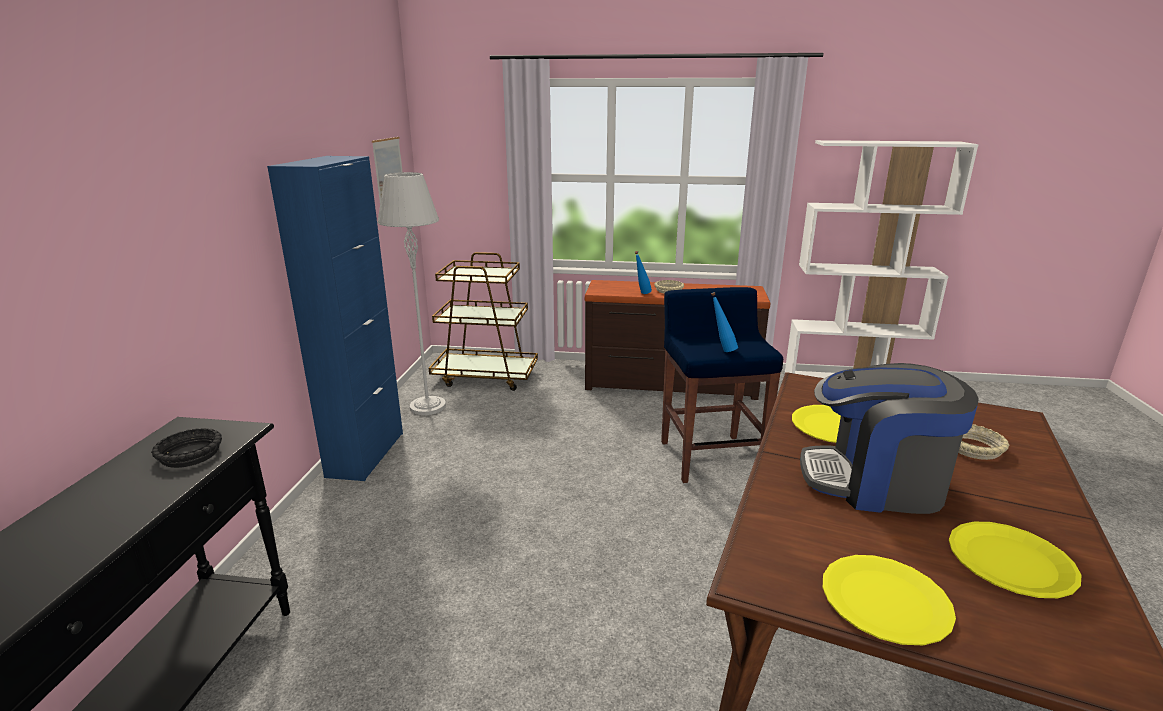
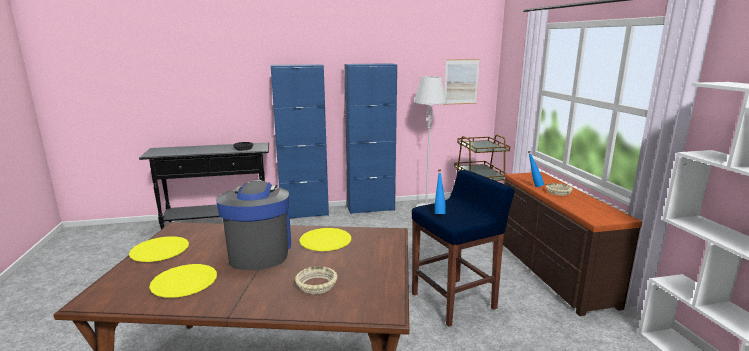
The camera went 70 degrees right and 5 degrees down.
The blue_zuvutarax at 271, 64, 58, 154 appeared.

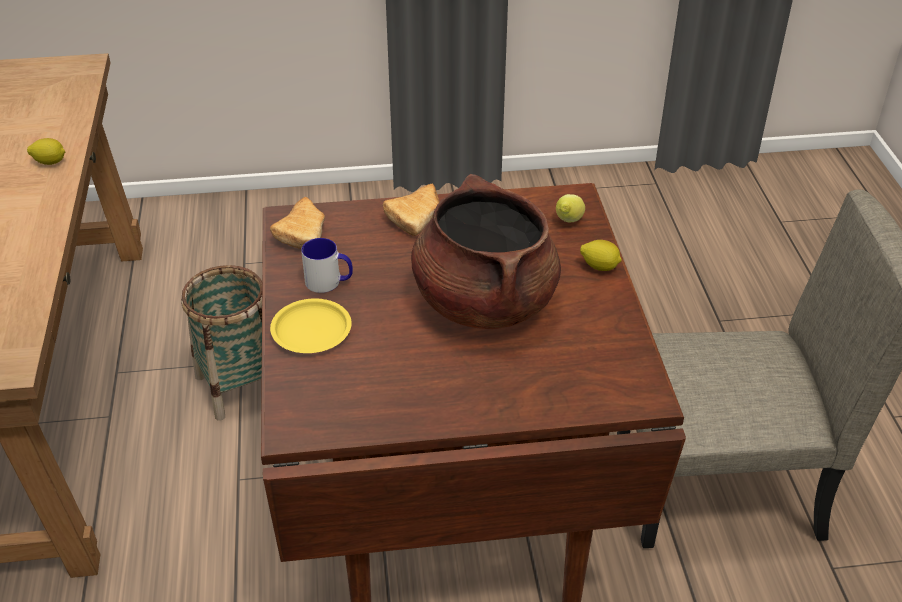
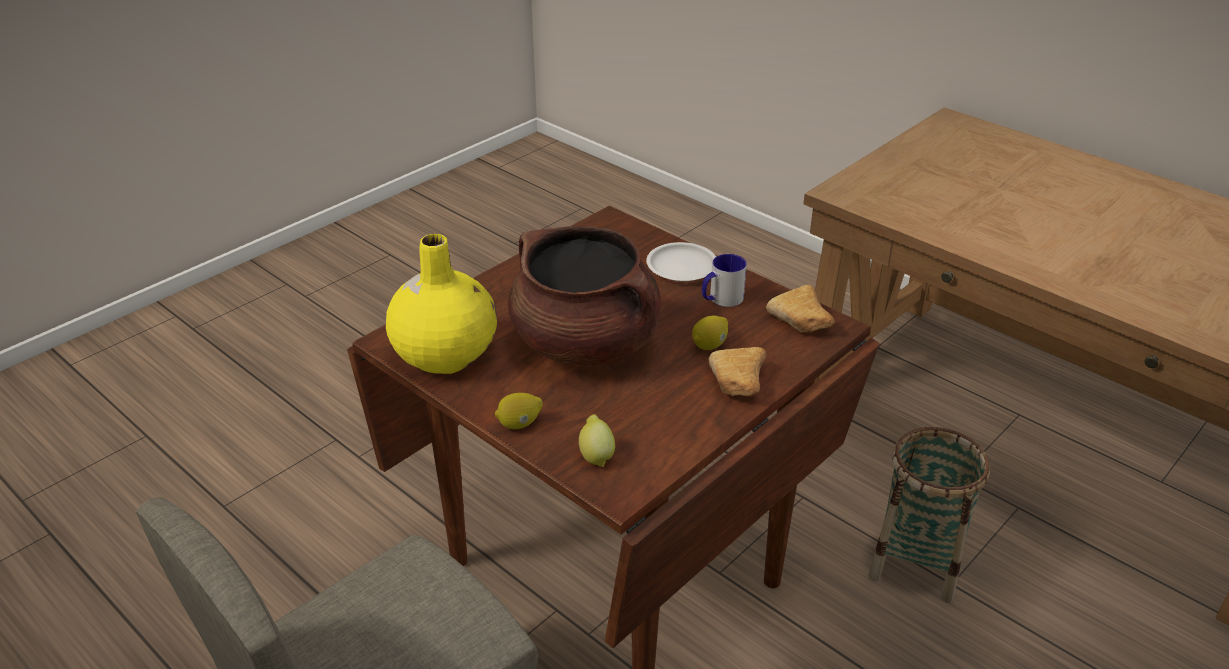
The camera went 140 degrees right and 5 degrees down.
The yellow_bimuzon at 386, 234, 111, 140 appeared.
The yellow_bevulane at 270, 298, 82, 55 became the white_bevulane at 646, 242, 70, 39.
The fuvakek moved from 27, 138, 38, 27 to 692, 315, 36, 35.

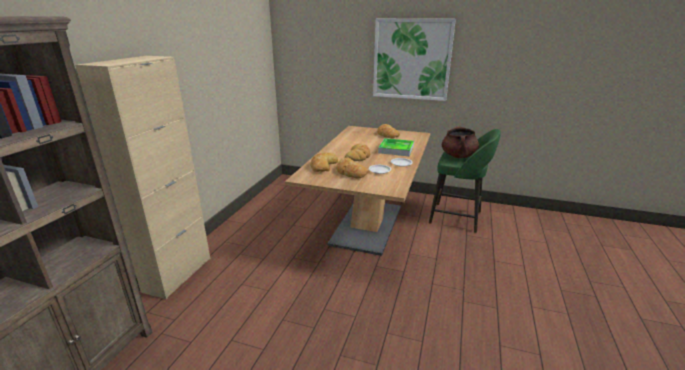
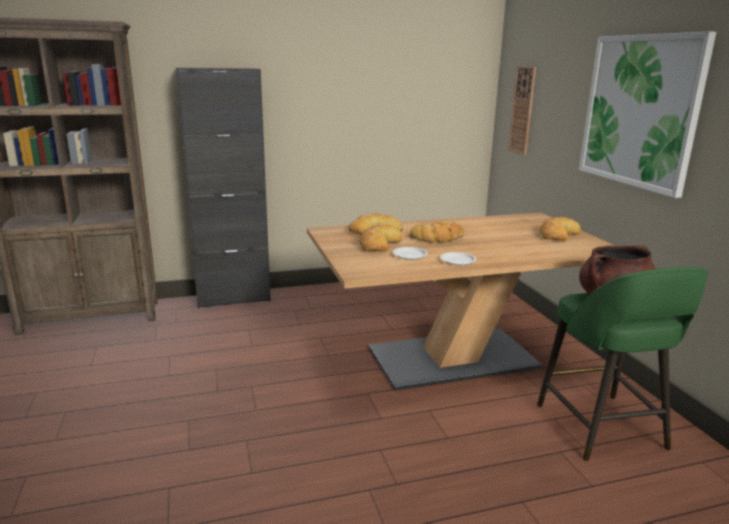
The camera went 55 degrees right and 5 degrees down.
The beige_zuvutarax at 75, 56, 135, 243 became the black_zuvutarax at 176, 67, 95, 242.
The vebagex at 508, 66, 28, 89 appeared.
The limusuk at 378, 138, 36, 18 disappeared.

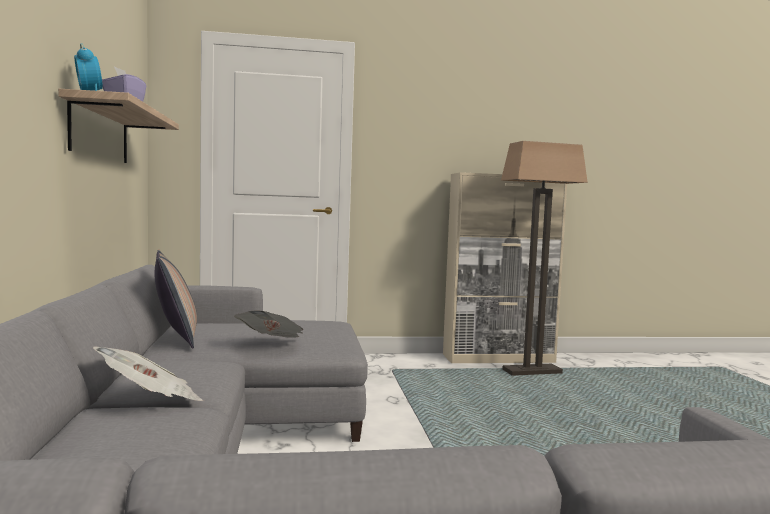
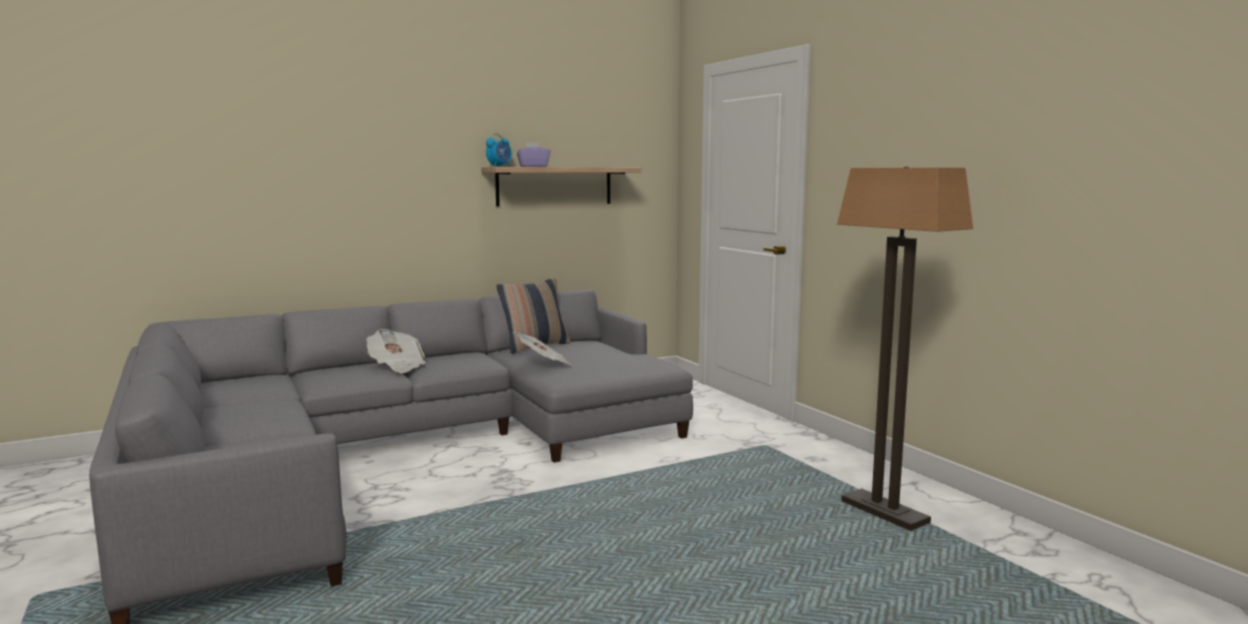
The camera went 70 degrees right and 5 degrees up.
The beige_zuvutarax at 443, 172, 124, 191 disappeared.

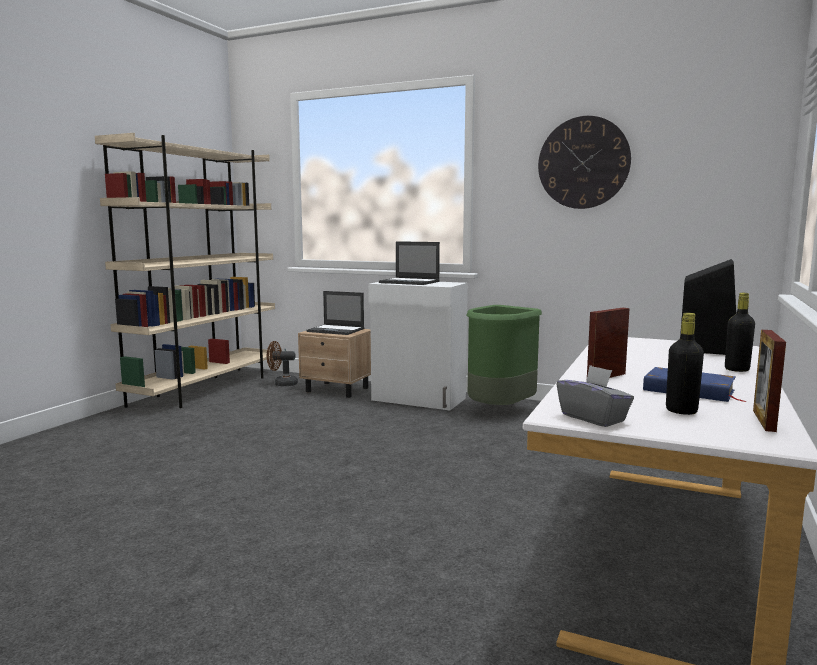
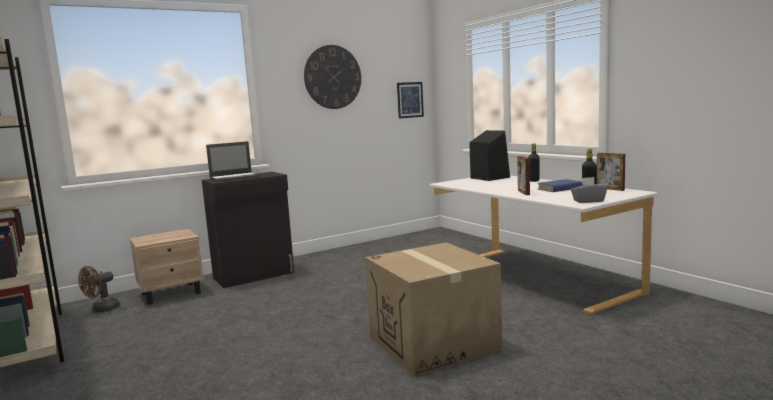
The camera went 55 degrees left and 0 degrees up.
The white_zuvutarax at 368, 282, 100, 128 became the black_zuvutarax at 202, 172, 92, 116.
The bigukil at 365, 242, 137, 134 appeared.
The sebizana at 397, 82, 27, 36 appeared.
The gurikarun at 307, 291, 57, 44 disappeared.
The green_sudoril at 467, 305, 75, 100 disappeared.

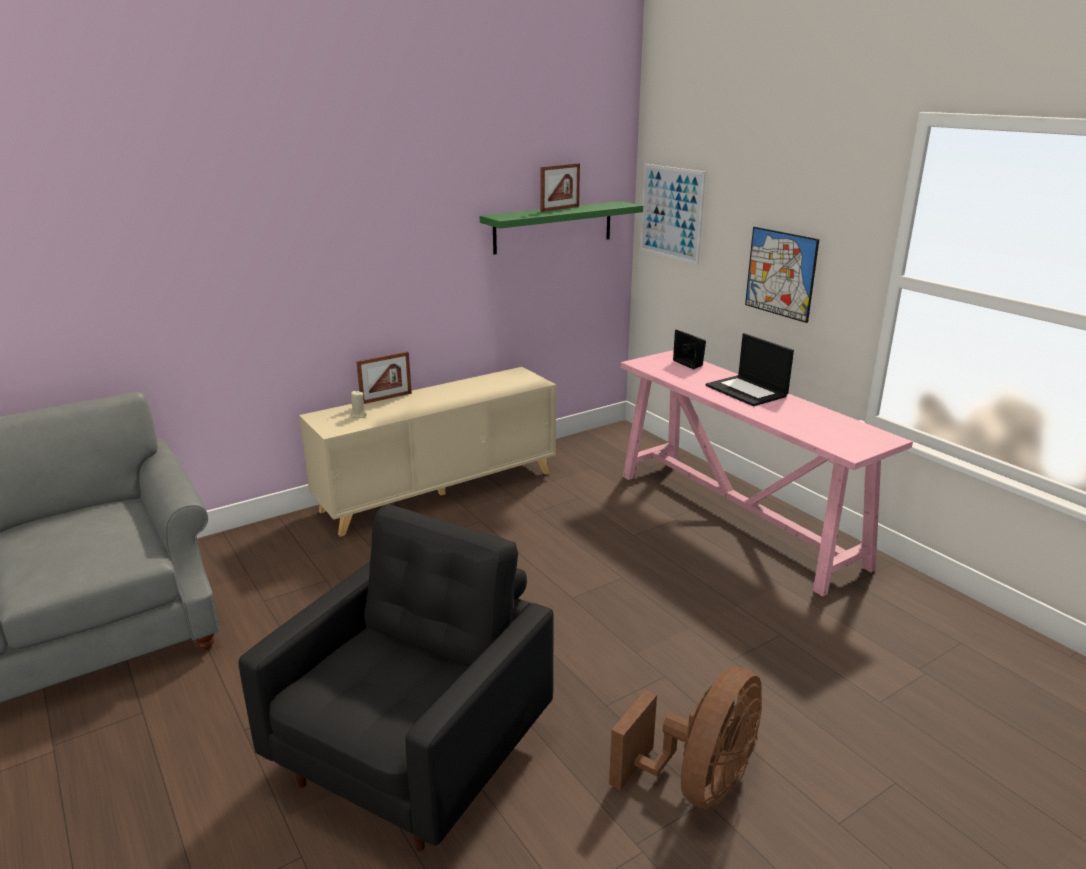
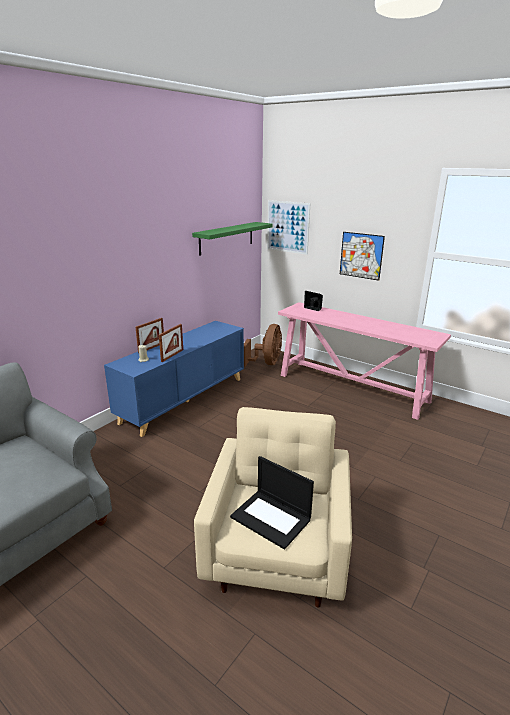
The camera went 20 degrees left and 0 degrees up.
The beige_zuvutarax at 299, 367, 257, 170 became the blue_zuvutarax at 104, 321, 140, 116.
The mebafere moved from 541, 163, 39, 49 to 159, 324, 24, 38.
The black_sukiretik at 238, 505, 316, 346 became the beige_sukiretik at 194, 407, 158, 201.
The gurikarun moved from 706, 333, 88, 73 to 230, 456, 84, 94.
The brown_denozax moved from 609, 667, 153, 143 to 244, 324, 38, 43.

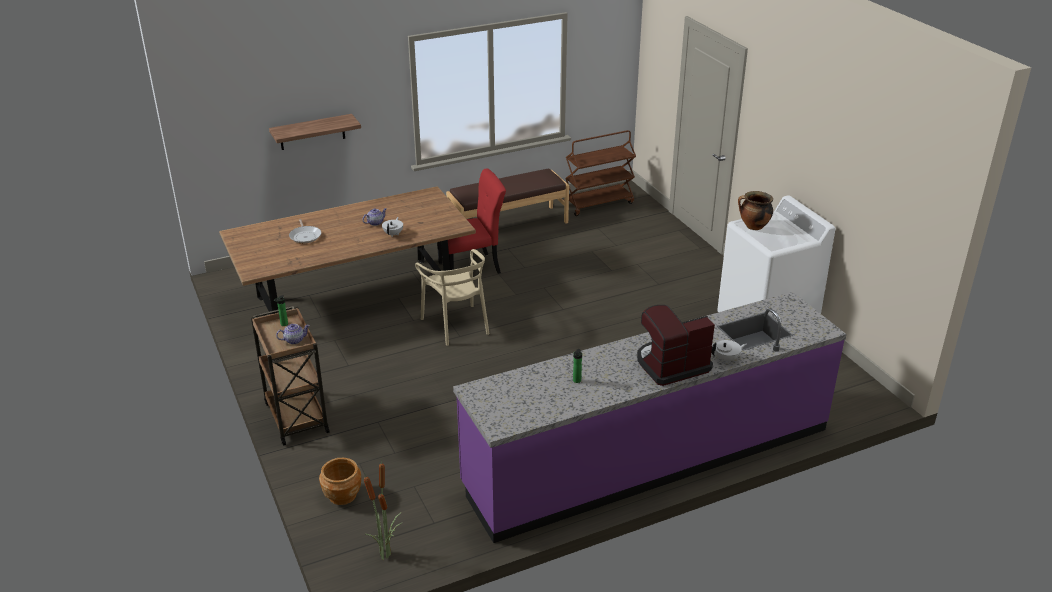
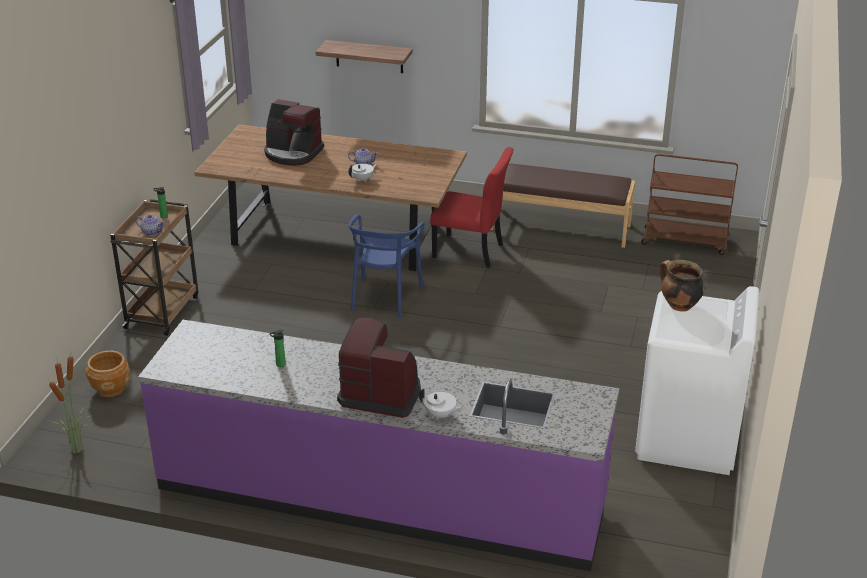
The camera went 40 degrees right and 0 degrees up.
The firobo at 289, 219, 32, 24 was replaced by the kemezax at 264, 99, 60, 67.
The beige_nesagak at 415, 249, 75, 97 became the blue_nesagak at 349, 214, 76, 103.

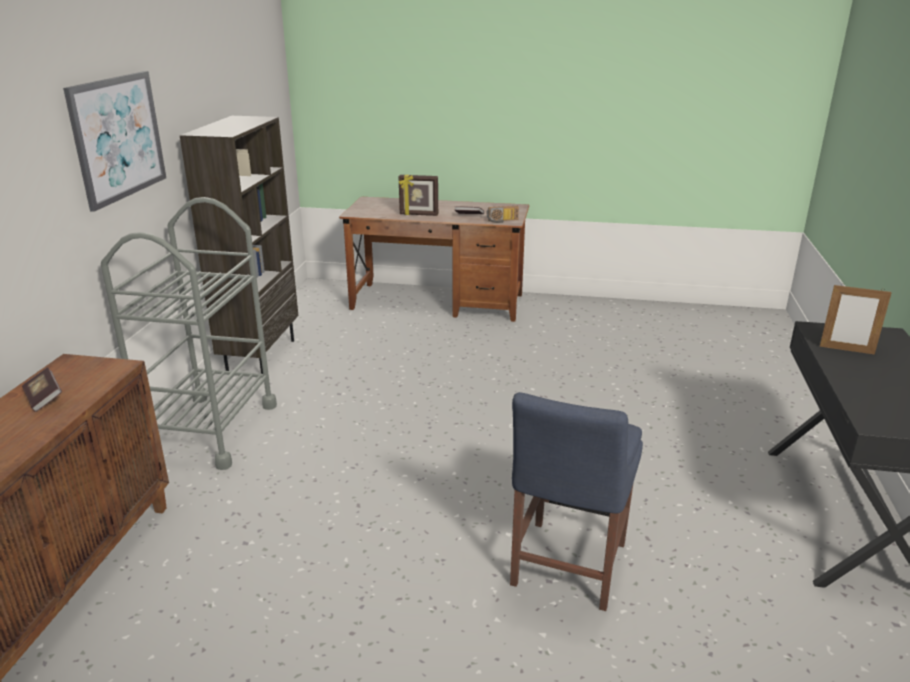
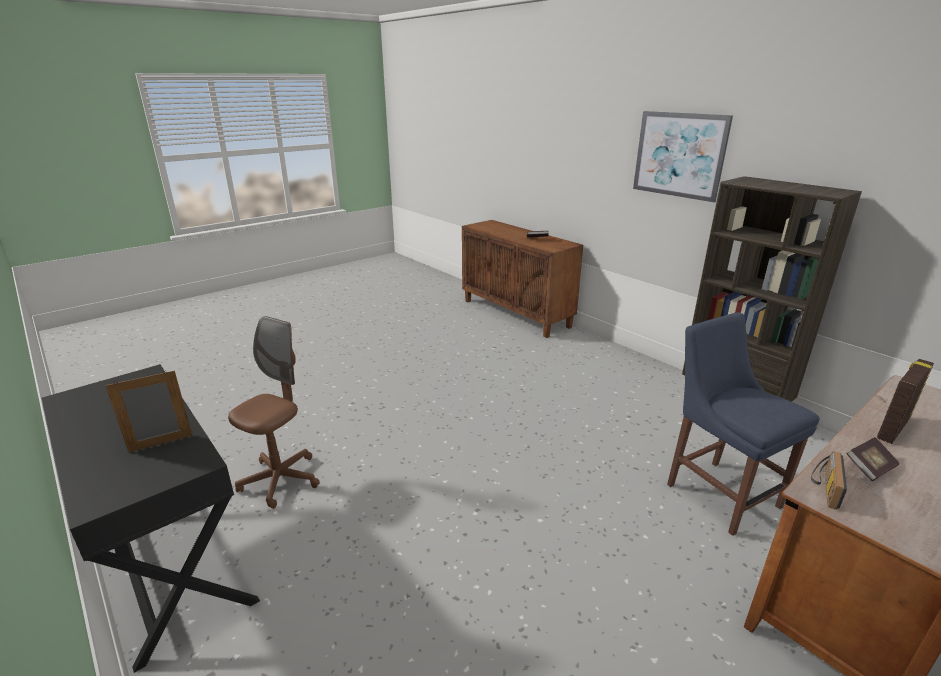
The camera went 130 degrees right and 0 degrees up.
The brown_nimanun at 228, 316, 92, 193 appeared.
The blue_nesagak moved from 510, 392, 133, 219 to 667, 312, 152, 224.
The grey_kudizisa at 101, 197, 176, 273 disappeared.

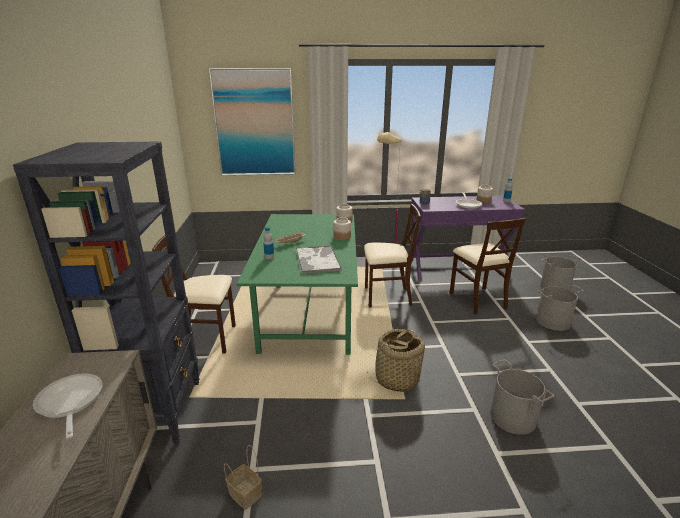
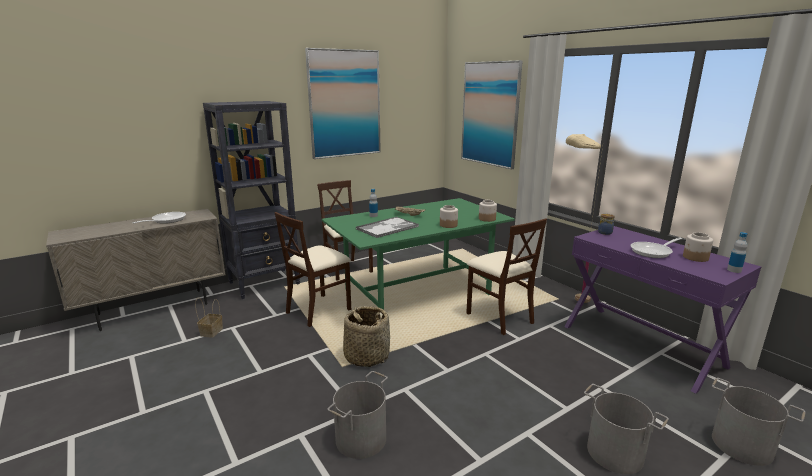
The camera went 60 degrees right and 5 degrees down.
The beige_nesagak moved from 449, 218, 77, 96 to 274, 212, 77, 115.
The sebizana at 305, 48, 76, 111 appeared.

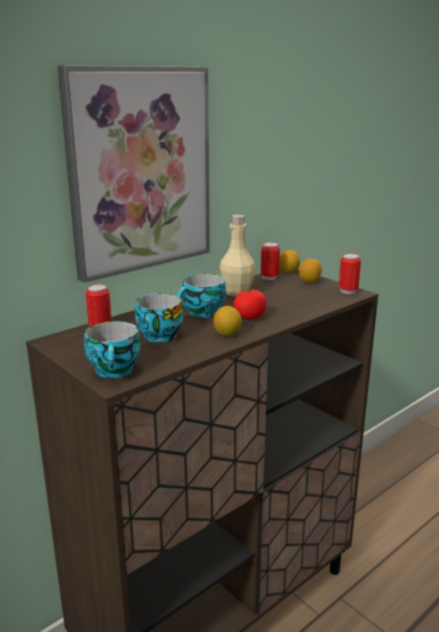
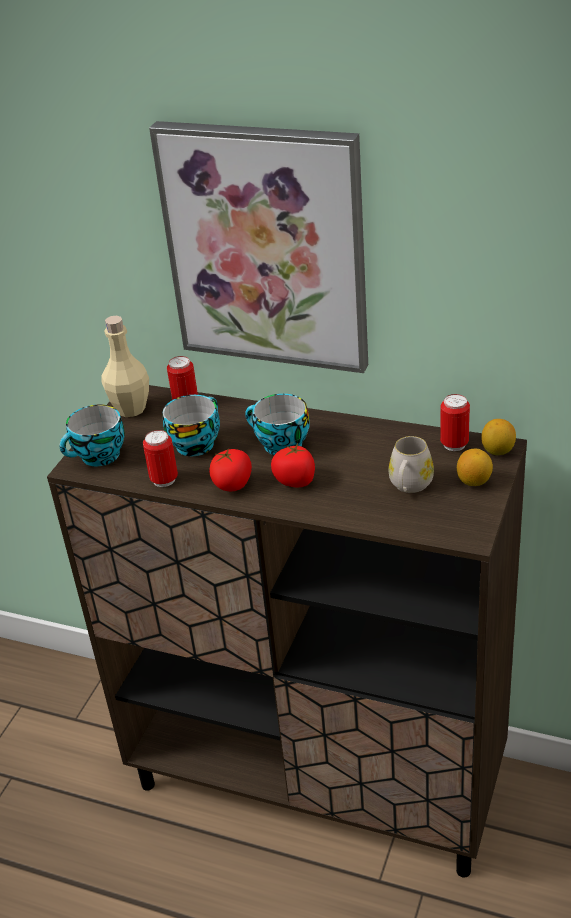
The camera went 65 degrees right and 15 degrees up.
The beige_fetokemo moved from 220, 215, 36, 82 to 101, 316, 48, 101.
The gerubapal moved from 339, 253, 22, 41 to 143, 430, 35, 57.
The fuvakek at 213, 306, 29, 30 was replaced by the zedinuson at 209, 448, 43, 43.
The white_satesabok at 389, 436, 45, 57 appeared.

